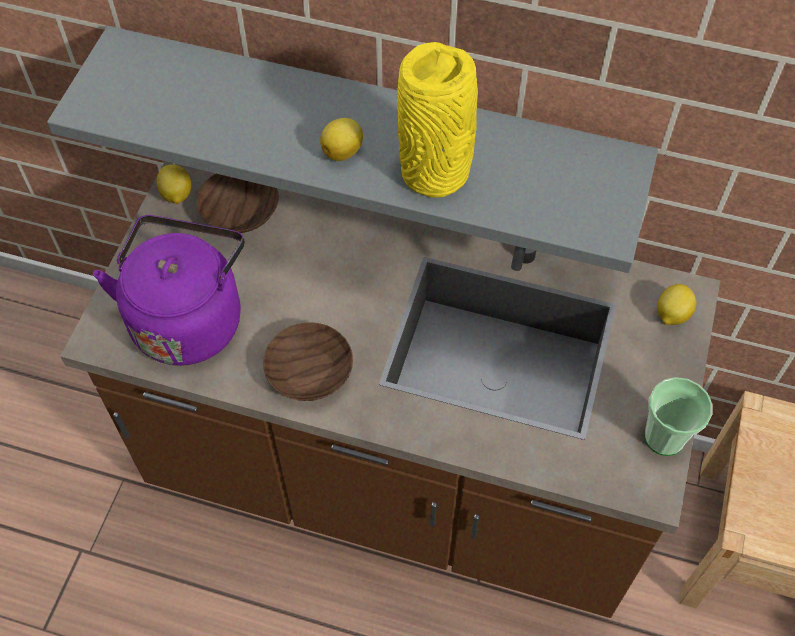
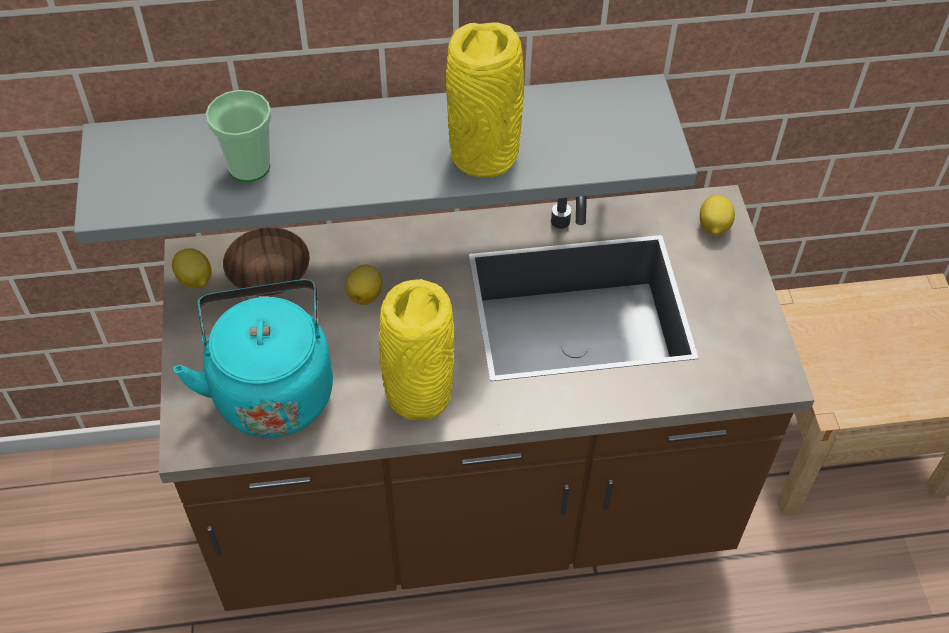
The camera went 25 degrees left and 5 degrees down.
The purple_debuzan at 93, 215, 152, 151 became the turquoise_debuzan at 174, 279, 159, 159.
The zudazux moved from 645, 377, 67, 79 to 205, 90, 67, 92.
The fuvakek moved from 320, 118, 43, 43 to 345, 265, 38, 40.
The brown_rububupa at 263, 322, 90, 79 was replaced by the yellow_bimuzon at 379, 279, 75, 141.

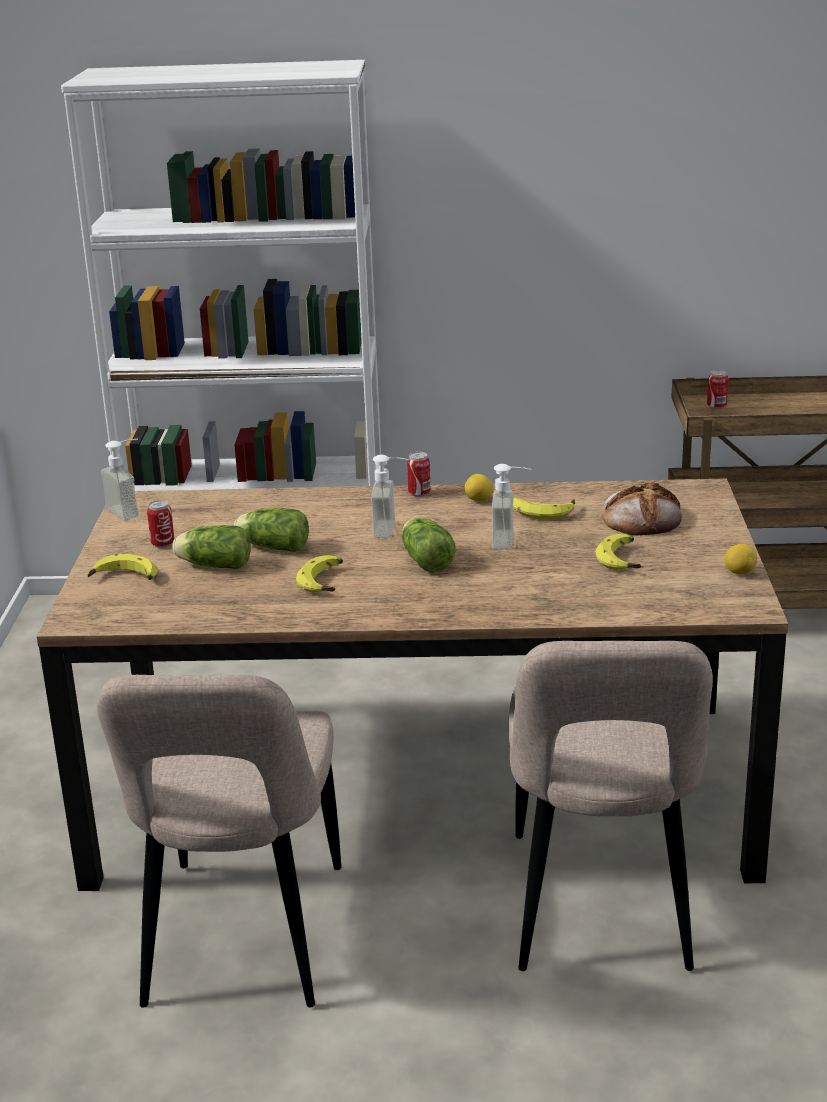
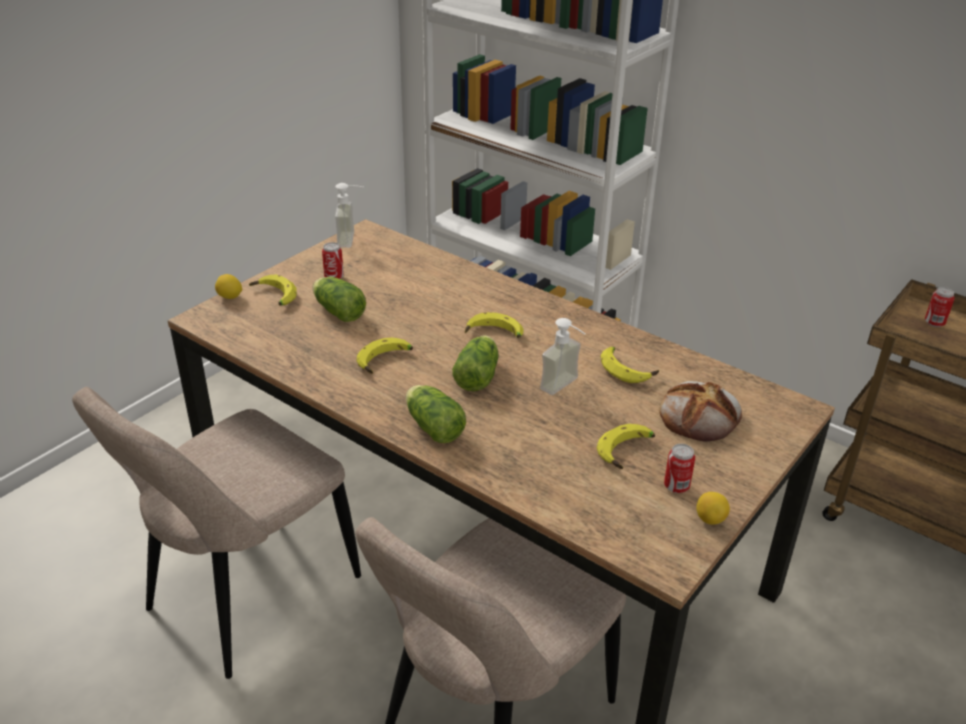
The camera went 35 degrees right and 10 degrees up.
The fuvakek moved from 464, 474, 30, 27 to 215, 274, 27, 25.
The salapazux moved from 234, 508, 75, 44 to 406, 385, 60, 58.
The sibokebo at 371, 455, 38, 83 was replaced by the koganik at 465, 312, 59, 26.
The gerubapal moved from 407, 452, 24, 45 to 664, 444, 31, 49.

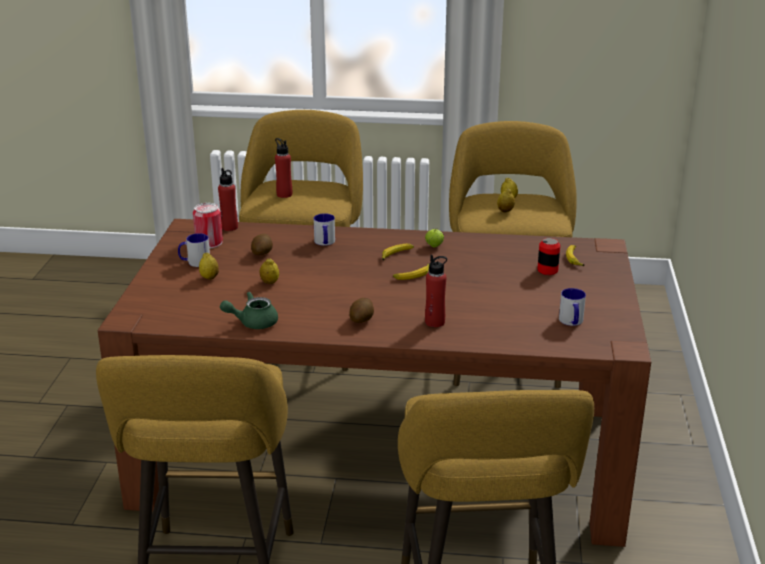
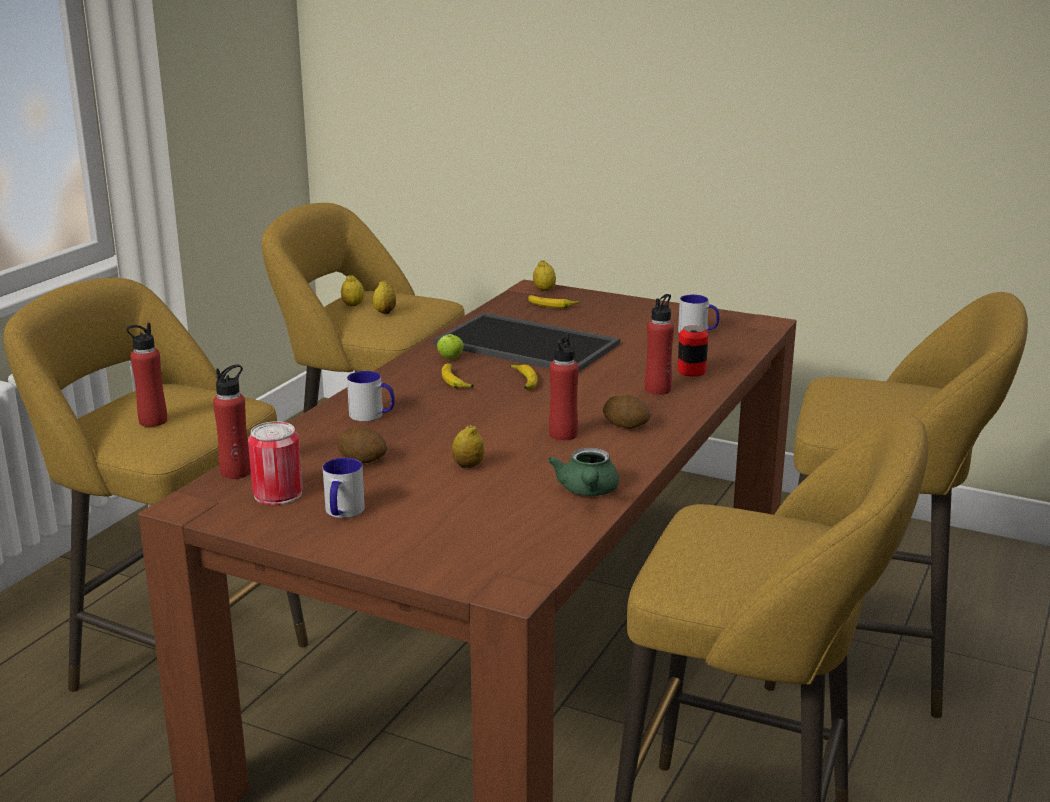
The camera went 70 degrees left and 5 degrees down.
The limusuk at 434, 313, 186, 59 appeared.
The fuvakek moved from 199, 253, 20, 27 to 533, 260, 23, 31.
The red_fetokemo at 549, 333, 30, 108 appeared.
The gerubapal moved from 537, 238, 23, 37 to 677, 325, 31, 52.

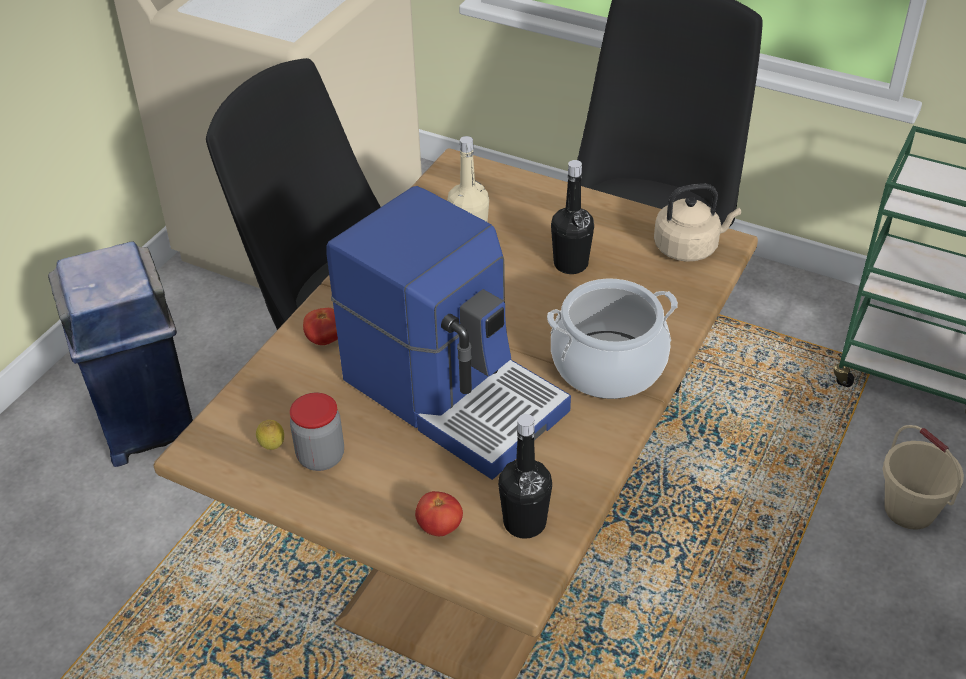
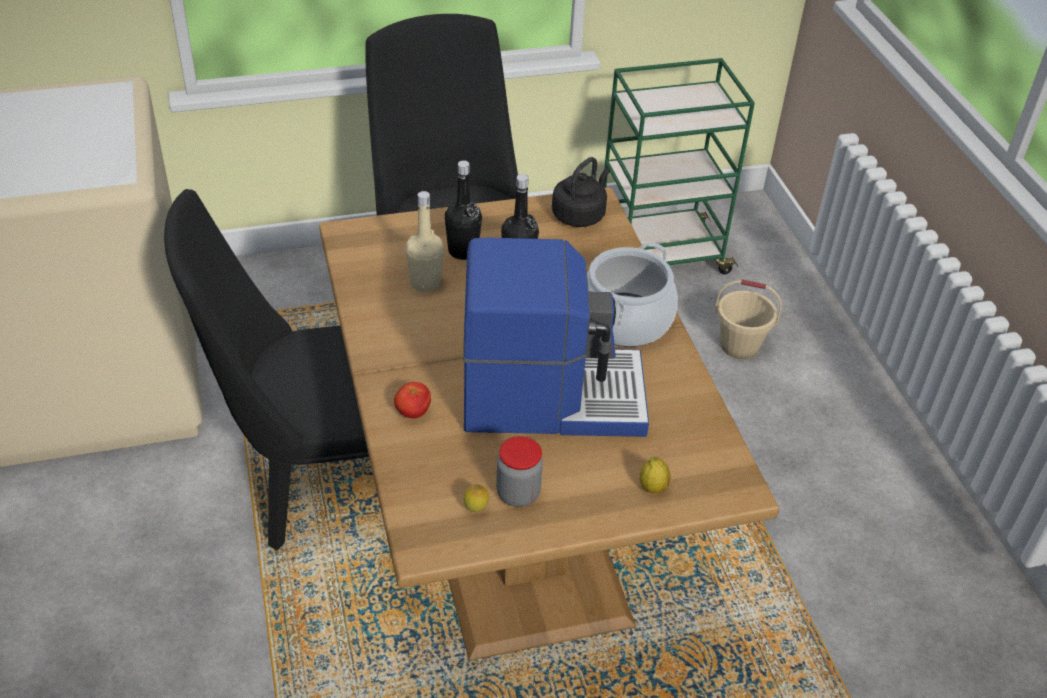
The camera went 45 degrees left and 0 degrees up.
The black_fetokemo moved from 498, 414, 54, 125 to 445, 160, 37, 100.
The beige_debuzan at 654, 183, 87, 79 became the black_debuzan at 552, 157, 58, 70.
The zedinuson at 415, 491, 48, 45 was replaced by the fuvakek at 640, 456, 31, 37.
The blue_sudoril at 48, 241, 145, 226 disappeared.

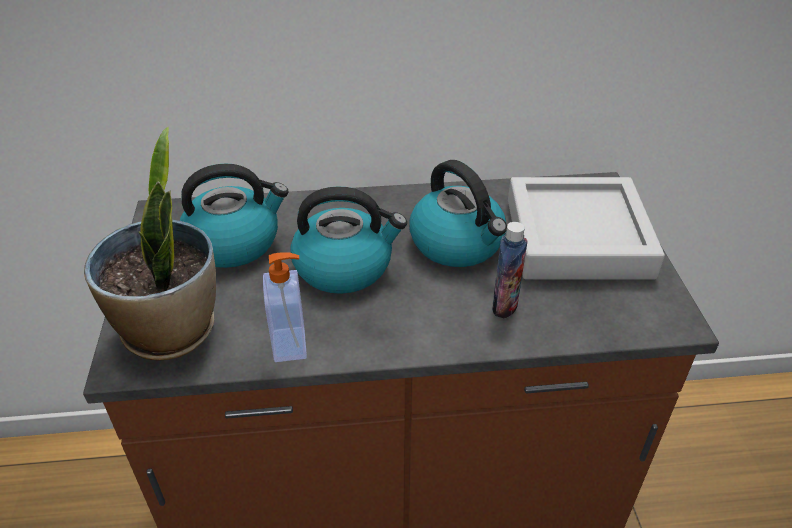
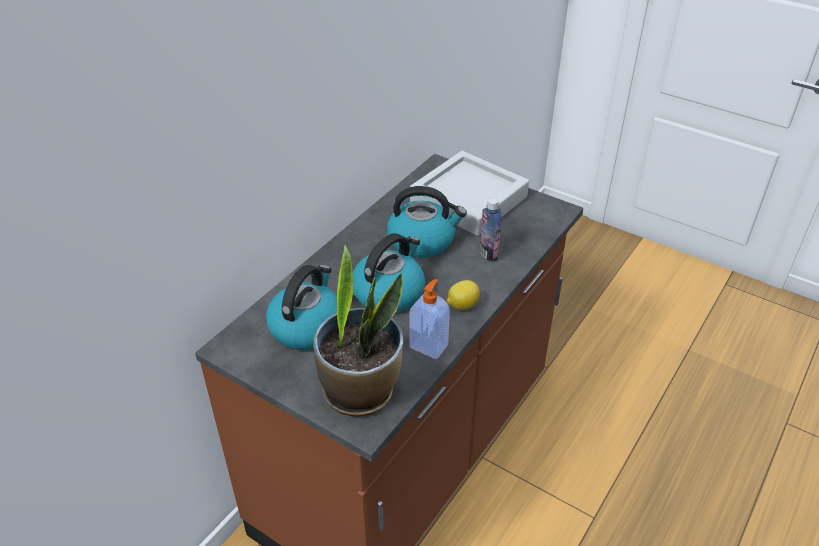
The camera went 50 degrees left and 0 degrees up.
The fuvakek at 447, 280, 33, 30 appeared.

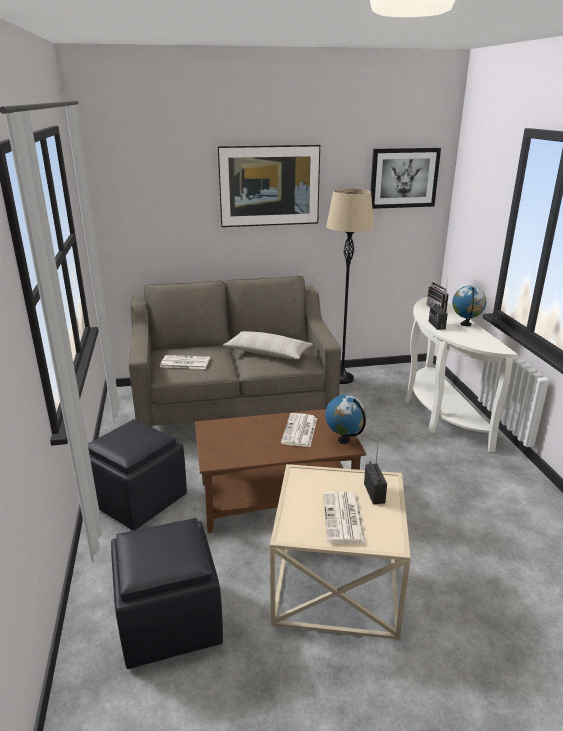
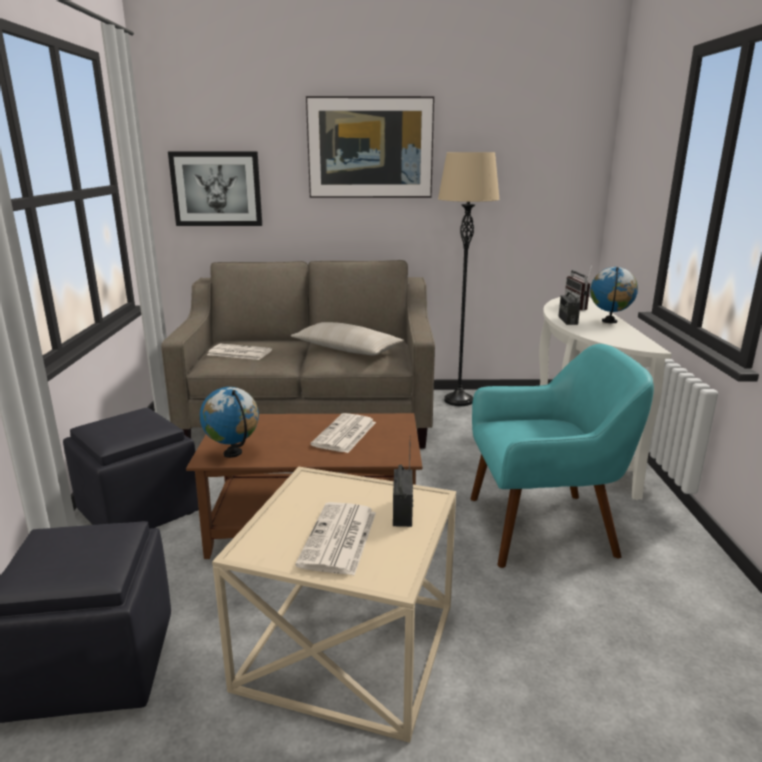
The camera went 10 degrees right and 5 degrees down.
The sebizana moved from 371, 148, 70, 61 to 168, 151, 94, 75.
The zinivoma moved from 325, 395, 41, 49 to 200, 387, 59, 71.
The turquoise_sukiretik at 470, 344, 184, 224 appeared.

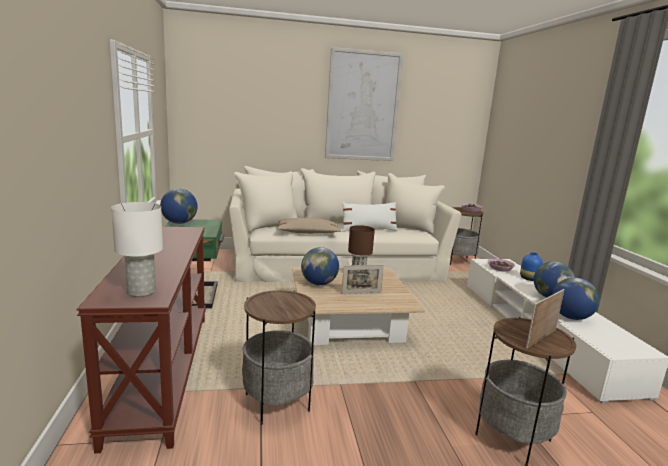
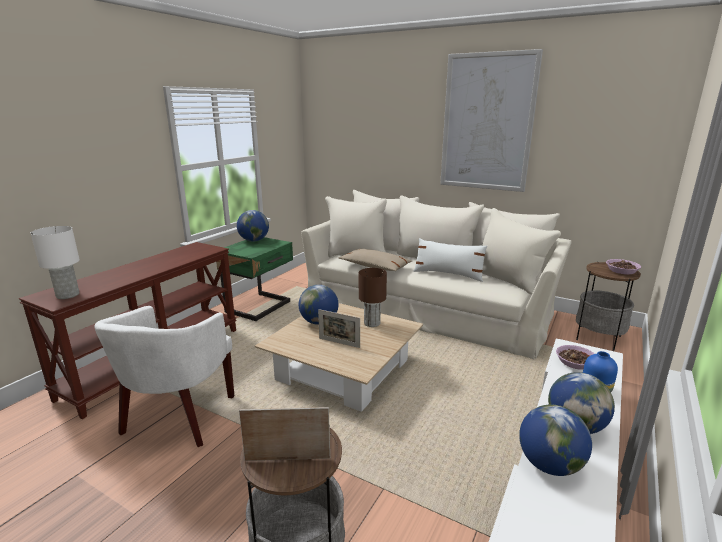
The camera went 40 degrees right and 5 degrees up.
The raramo at 242, 290, 74, 135 was replaced by the white_sukiretik at 94, 306, 140, 141.

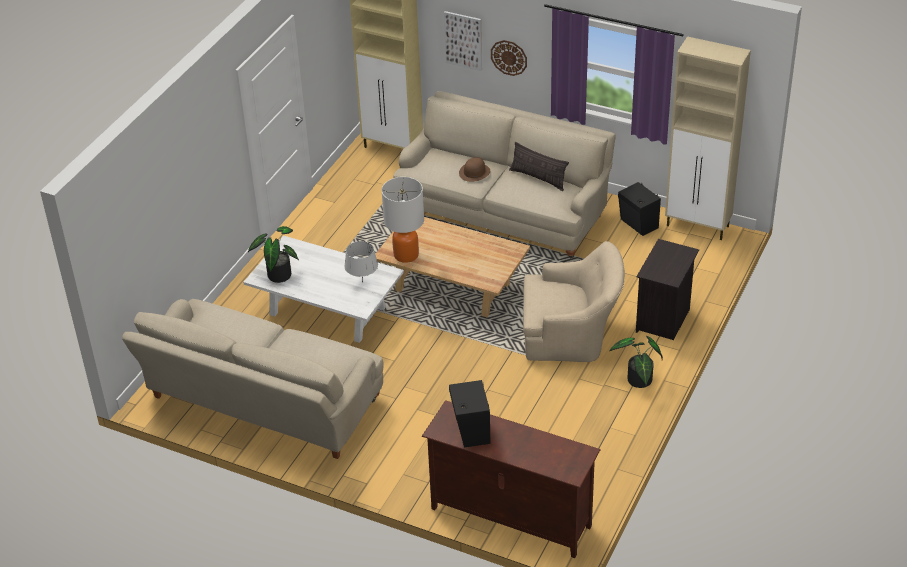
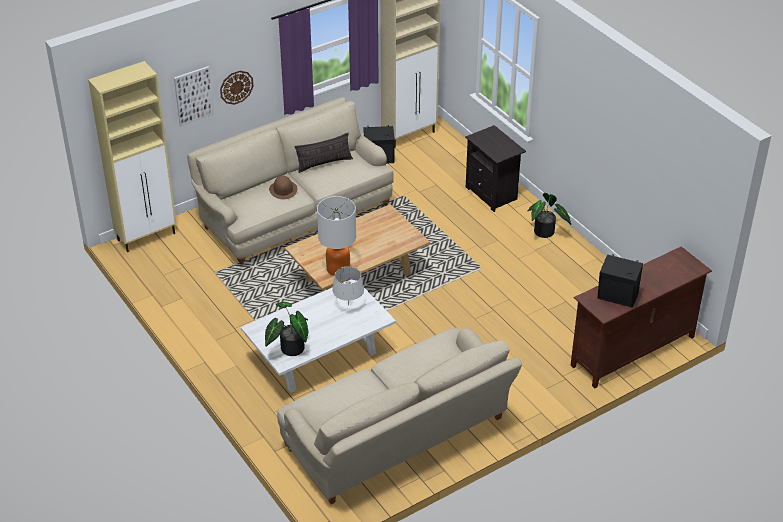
The camera went 60 degrees left and 0 degrees up.
The beige_sukiretik at 523, 241, 102, 121 disappeared.

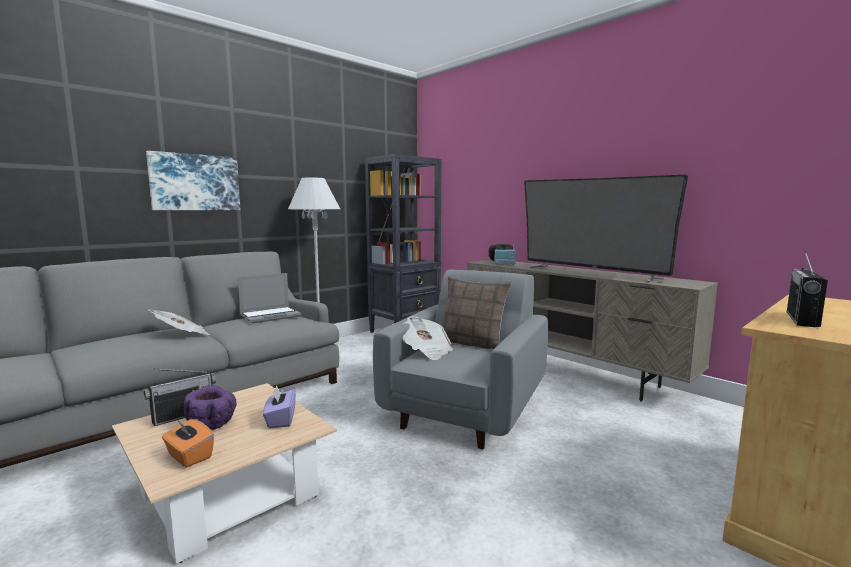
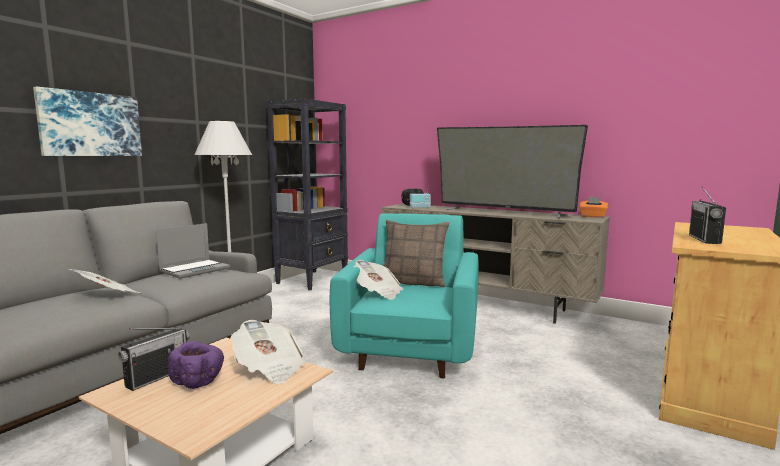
The camera went 15 degrees left and 0 degrees up.
The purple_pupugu at 263, 385, 33, 43 was replaced by the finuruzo at 231, 320, 75, 64.
The grey_sukiretik at 373, 270, 175, 180 became the turquoise_sukiretik at 330, 213, 149, 165.
The orange_pupugu moved from 162, 419, 52, 49 to 580, 197, 28, 21.

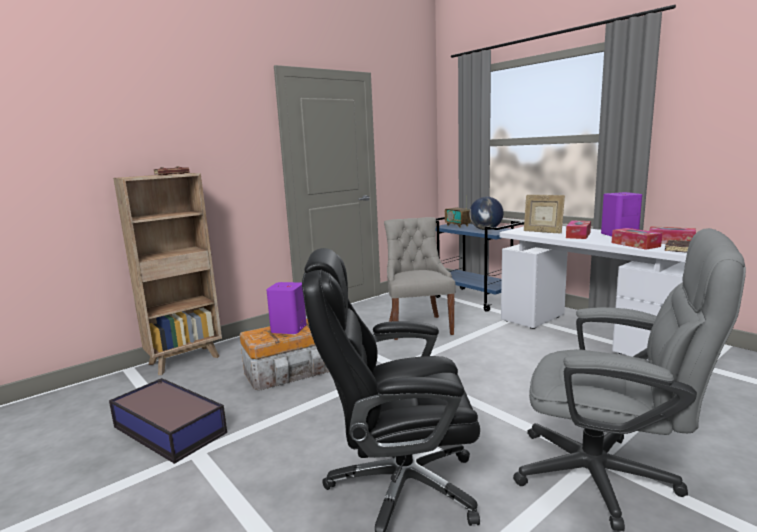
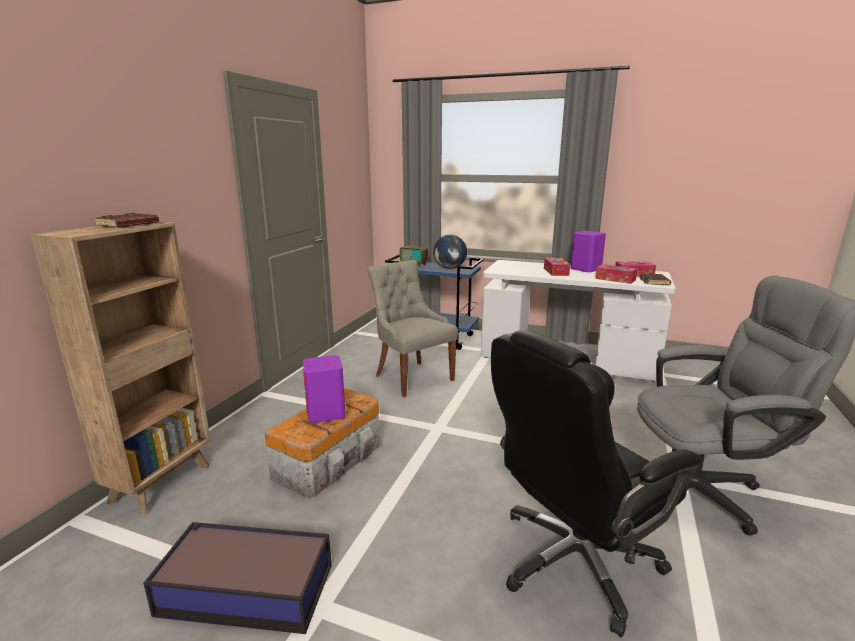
The camera went 30 degrees left and 5 degrees up.
The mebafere at 524, 195, 41, 39 disappeared.

